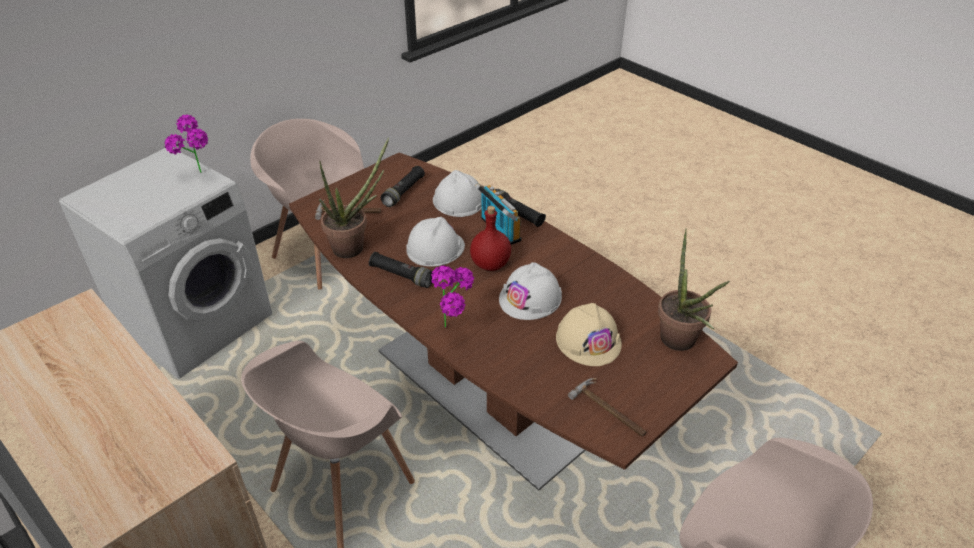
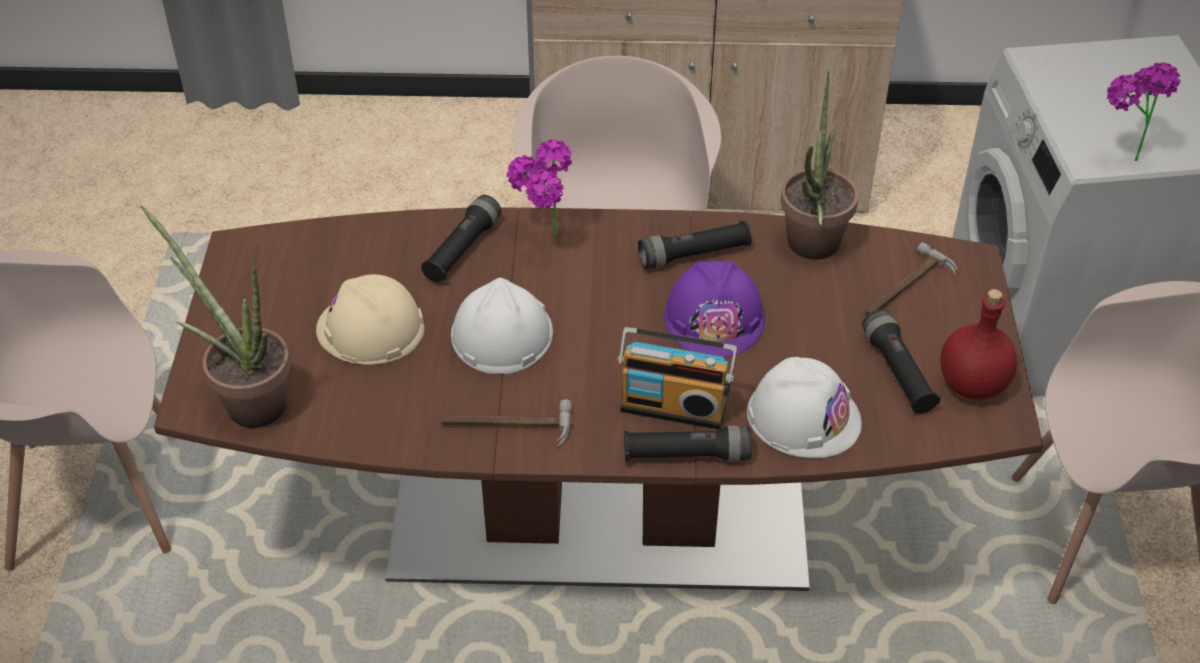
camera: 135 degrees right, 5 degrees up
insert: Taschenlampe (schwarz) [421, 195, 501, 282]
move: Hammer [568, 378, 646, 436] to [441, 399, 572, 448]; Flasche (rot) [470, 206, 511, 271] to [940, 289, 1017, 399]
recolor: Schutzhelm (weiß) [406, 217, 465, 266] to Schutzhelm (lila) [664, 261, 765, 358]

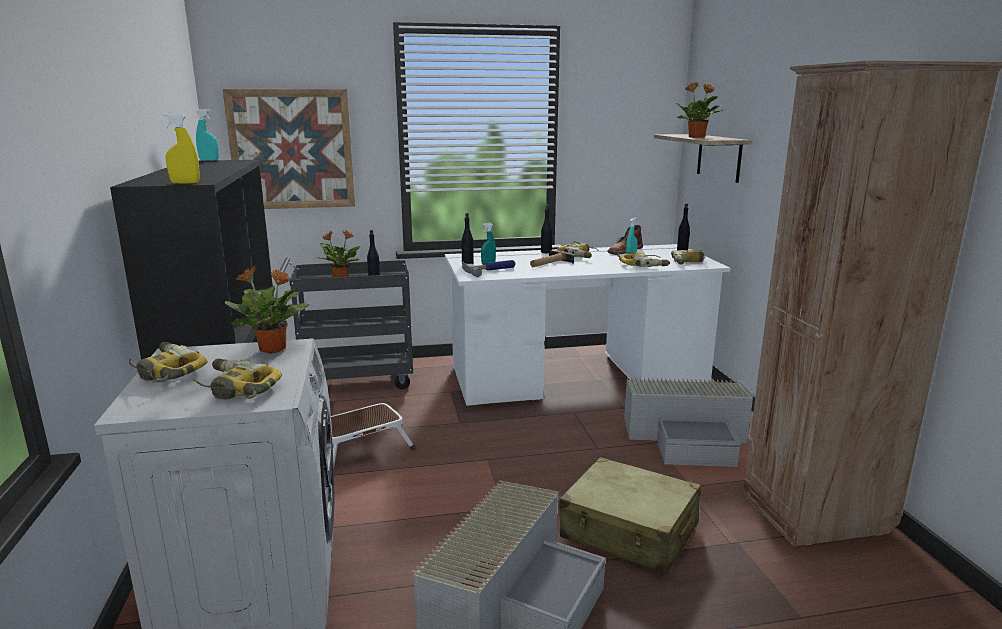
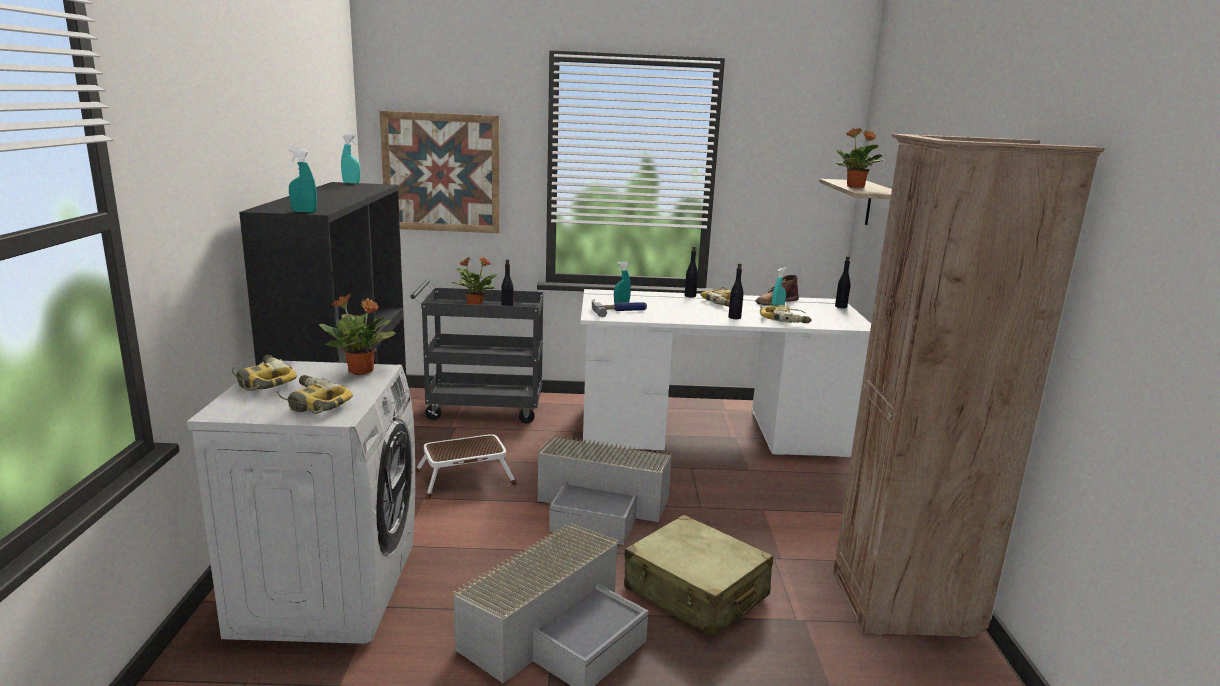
camera: 10 degrees right, 0 degrees up
delete: Hammer [530, 250, 574, 267]; Bohrmaschine [671, 249, 705, 265]
move: Aufbewahrungsbox (grau) [624, 377, 753, 467] to [538, 435, 672, 545]; Flasche (schwarz) [461, 213, 474, 264] to [728, 263, 743, 319]
recolor: Sprühflasche (gelb) [163, 113, 200, 184] to Sprühflasche (türkis) [289, 148, 317, 213]

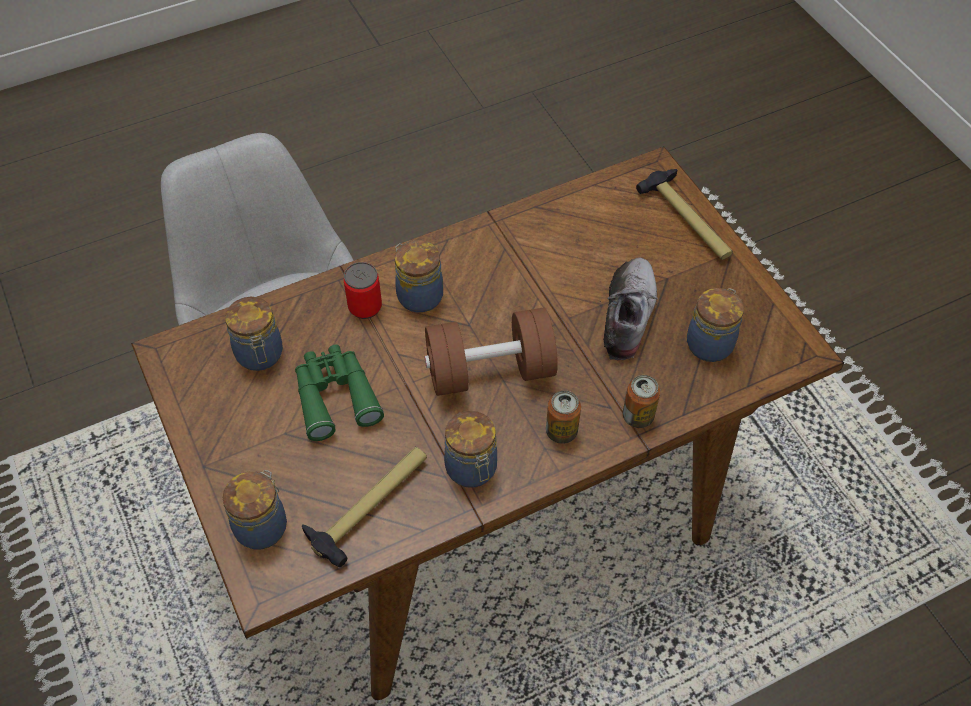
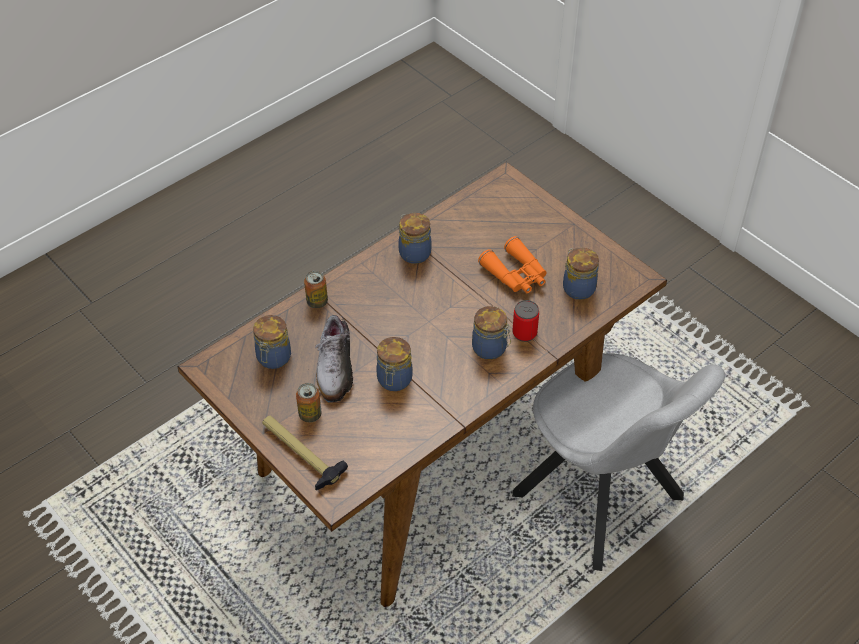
camera: 165 degrees right, 5 degrees down
delete: Hammer [302, 447, 427, 567]; Hantel (braun) [425, 308, 558, 396]
move: Dose [546, 390, 581, 444] to [296, 383, 322, 422]; Vorratsglas [223, 470, 287, 550] to [376, 337, 413, 391]
recolor: Fernglas (grün) [295, 345, 384, 441] to Fernglas (orange) [478, 236, 547, 293]

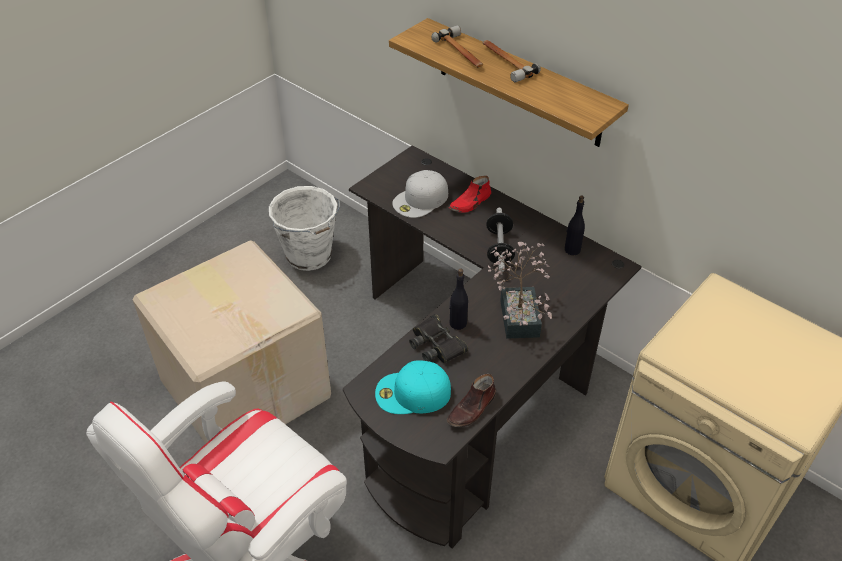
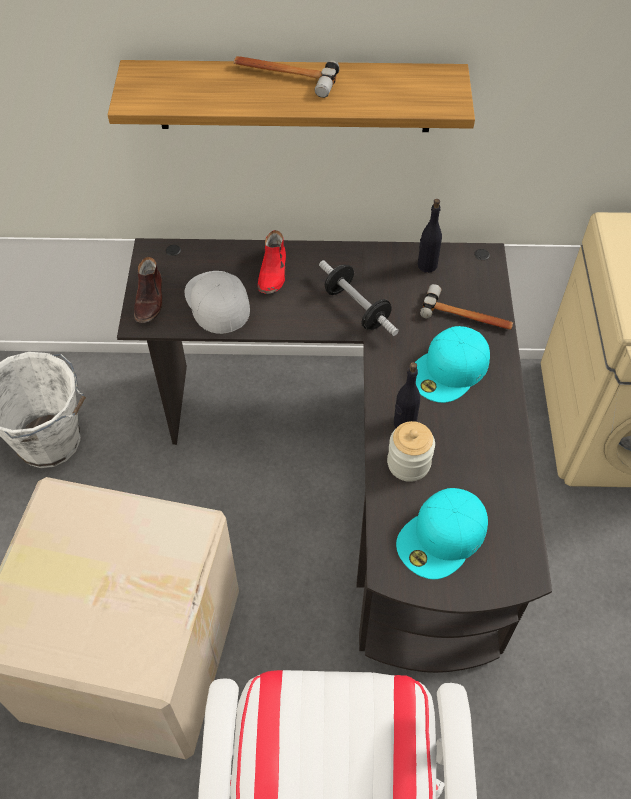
camera: 40 degrees left, 10 degrees up
move: Schuh (braun) [447, 374, 496, 427] to [134, 257, 162, 323]; Hammer [431, 26, 483, 67] to [420, 284, 513, 330]
replace: Fernglas (schwarz) [409, 314, 468, 363] to Vorratsglas [387, 421, 435, 482]; Topfpflanze [488, 242, 552, 339] to Kappe (türkis) [415, 326, 490, 403]
rotate: Kappe (weiß) [392, 170, 448, 218] = [185, 271, 250, 334] 150 degrees clockwise

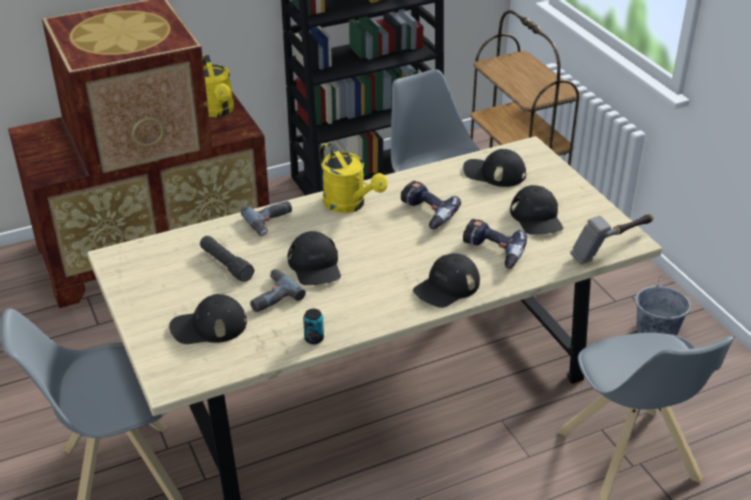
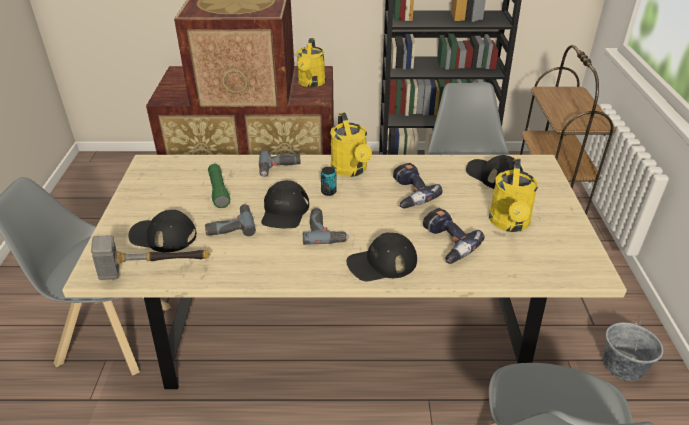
camera: 25 degrees right, 0 degrees up
insert: Bohrmaschine [303, 208, 349, 245]
move: Hammer [570, 214, 654, 264] to [91, 235, 210, 280]; Dose [303, 309, 324, 344] to [321, 167, 337, 196]
replace: Kappe (schwarz) [510, 185, 563, 234] to Gießkanne (gelb) [489, 158, 538, 232]
recolor: Taschenlampe (schwarz) [200, 236, 254, 282] to Taschenlampe (grün) [208, 164, 230, 208]

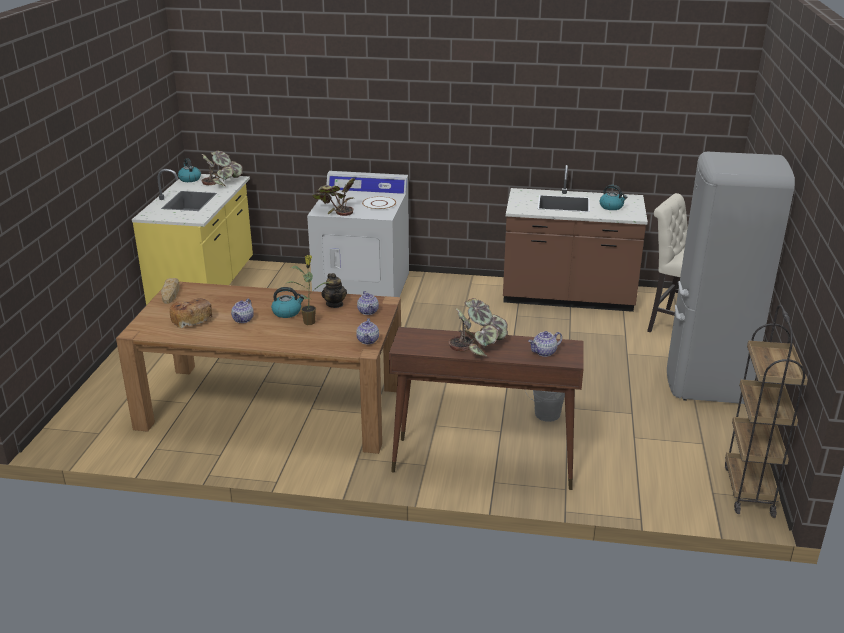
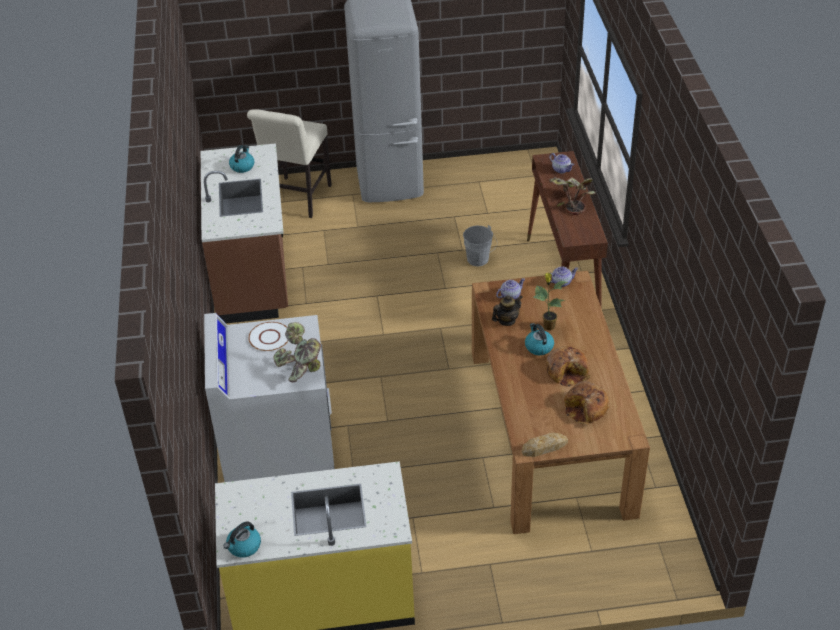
camera: 105 degrees left, 15 degrees up
delete: Topfpflanze [202, 151, 243, 187]; Rollwagen (braun) [725, 305, 808, 518]
replace: Teekanne [231, 299, 254, 323] to Brot [546, 346, 591, 387]

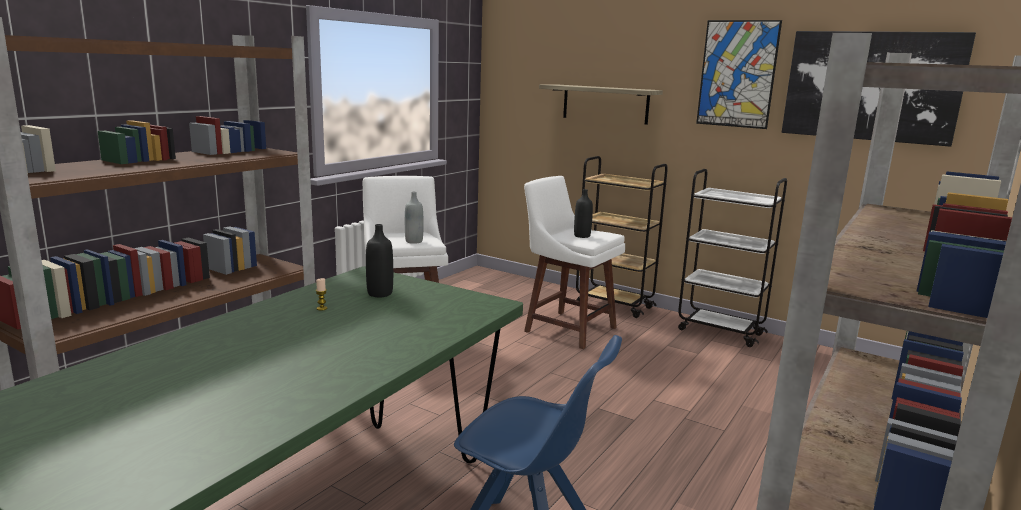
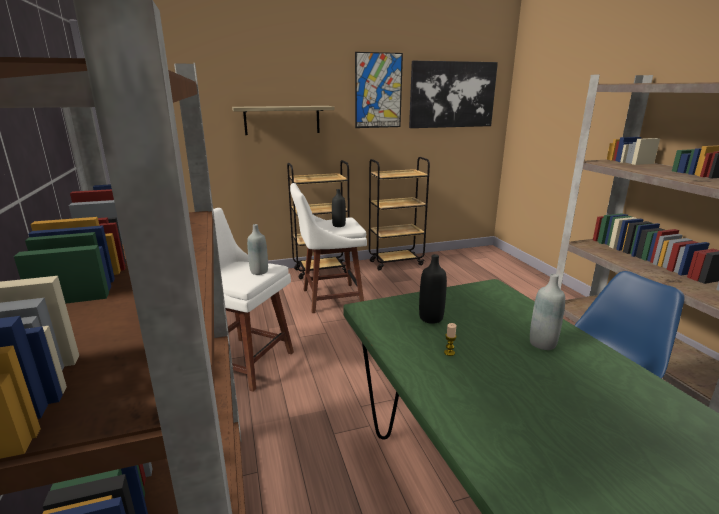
camera: 50 degrees left, 5 degrees up
insert: Flasche (grau) [530, 274, 565, 350]
recolor: Rollwagen (weiß) [678, 169, 787, 347] to Rollwagen (braun) [369, 157, 430, 271]

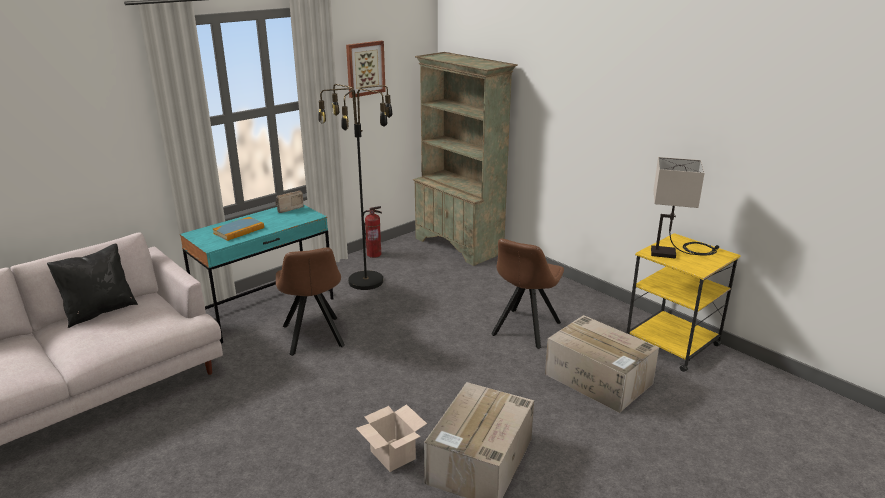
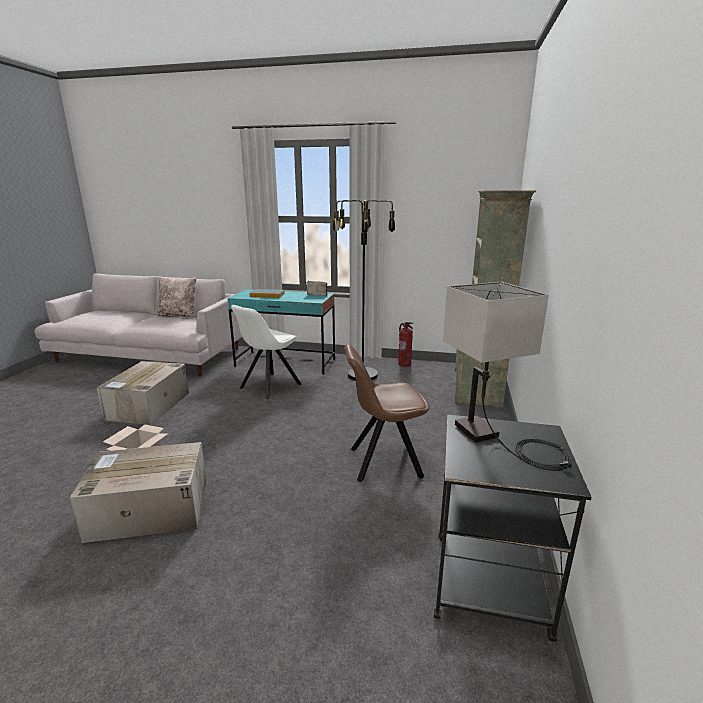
camera: 55 degrees right, 5 degrees down
delete: Bild [346, 41, 386, 98]
move: Karton [545, 315, 659, 413] to [97, 361, 189, 425]
recolor: Kissen (schwarz) [47, 243, 138, 328] to Kissen (beige) [157, 276, 196, 318]; Stuhl (braun) [276, 247, 345, 356] to Stuhl (weiß) [231, 305, 301, 399]; Rollwagen (gelb) [627, 233, 741, 372] to Rollwagen (schwarz) [434, 414, 592, 642]

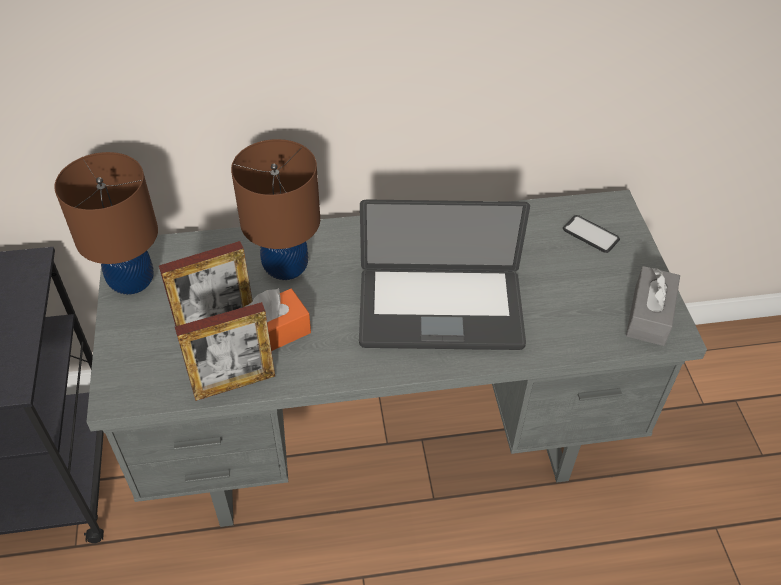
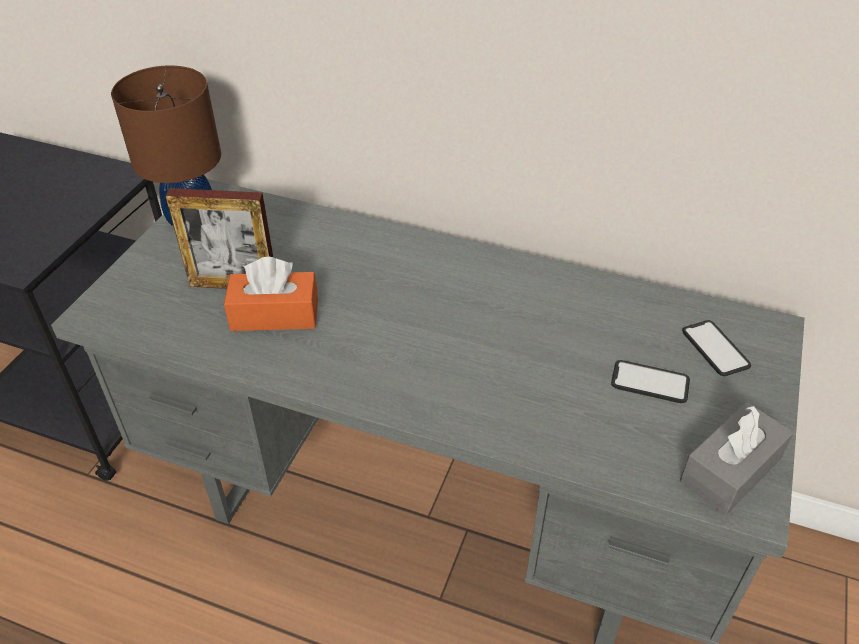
camera: 30 degrees right, 5 degrees down
delete: Bilderrahmen [175, 302, 275, 401]; Tischlampe (braun) [231, 139, 320, 280]; Laptop [359, 199, 530, 350]
insert: Handy [611, 360, 690, 403]

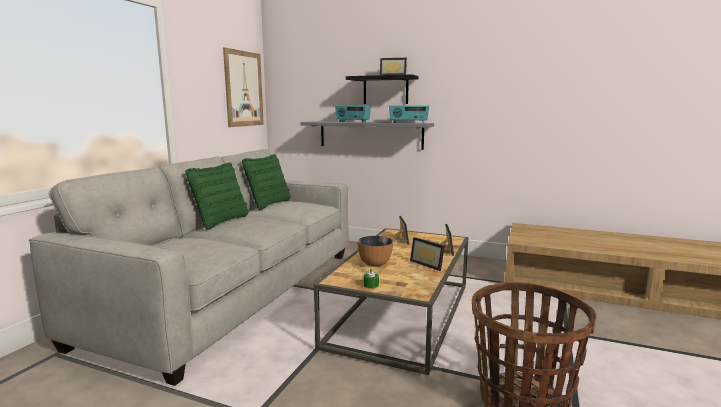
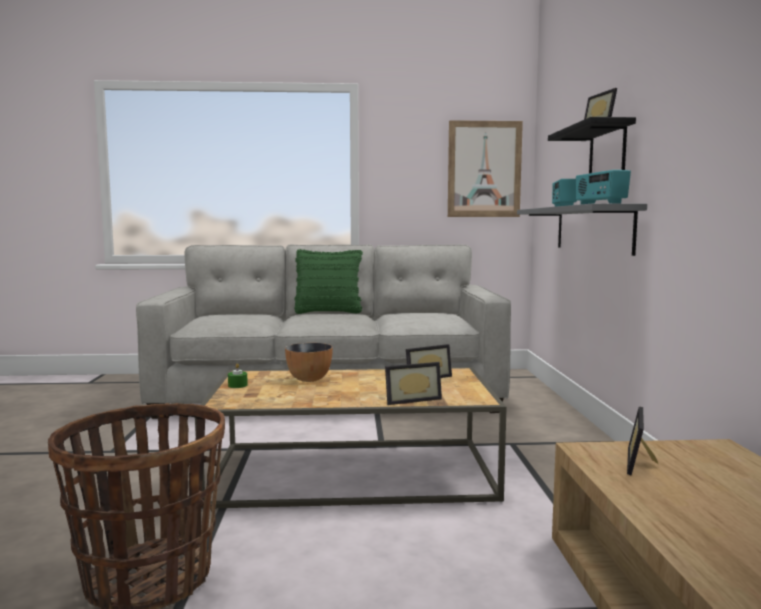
camera: 65 degrees right, 5 degrees down
delete: Kissen (grün) [242, 154, 291, 210]
move: Bilderrahmen [410, 237, 445, 271] to [627, 406, 658, 475]

